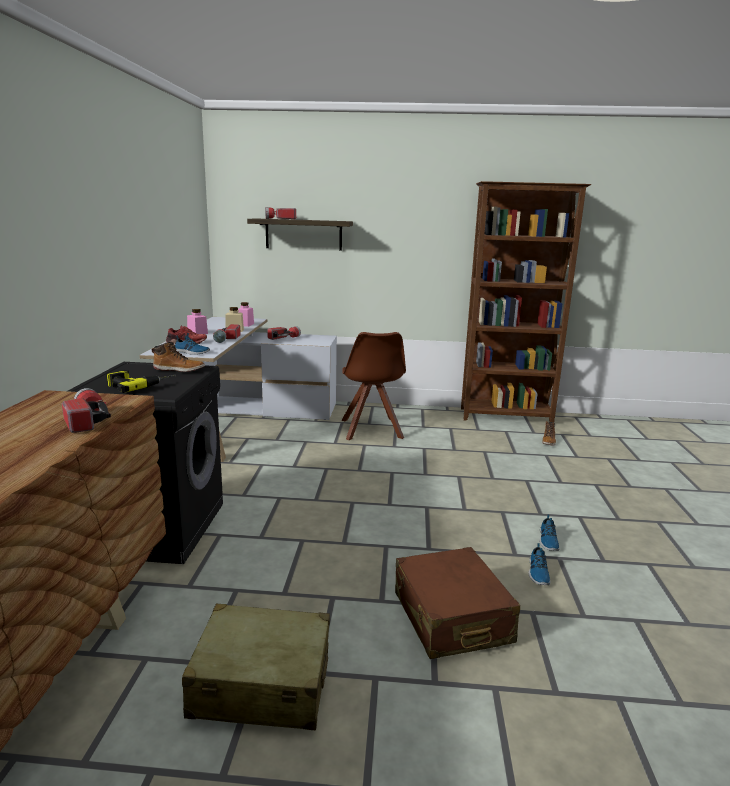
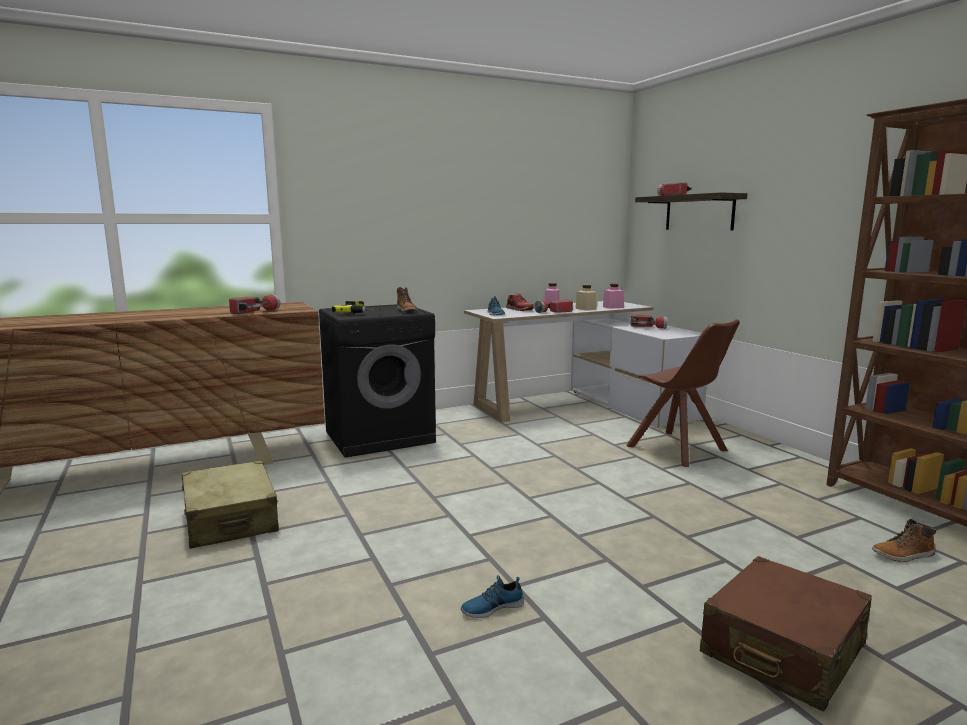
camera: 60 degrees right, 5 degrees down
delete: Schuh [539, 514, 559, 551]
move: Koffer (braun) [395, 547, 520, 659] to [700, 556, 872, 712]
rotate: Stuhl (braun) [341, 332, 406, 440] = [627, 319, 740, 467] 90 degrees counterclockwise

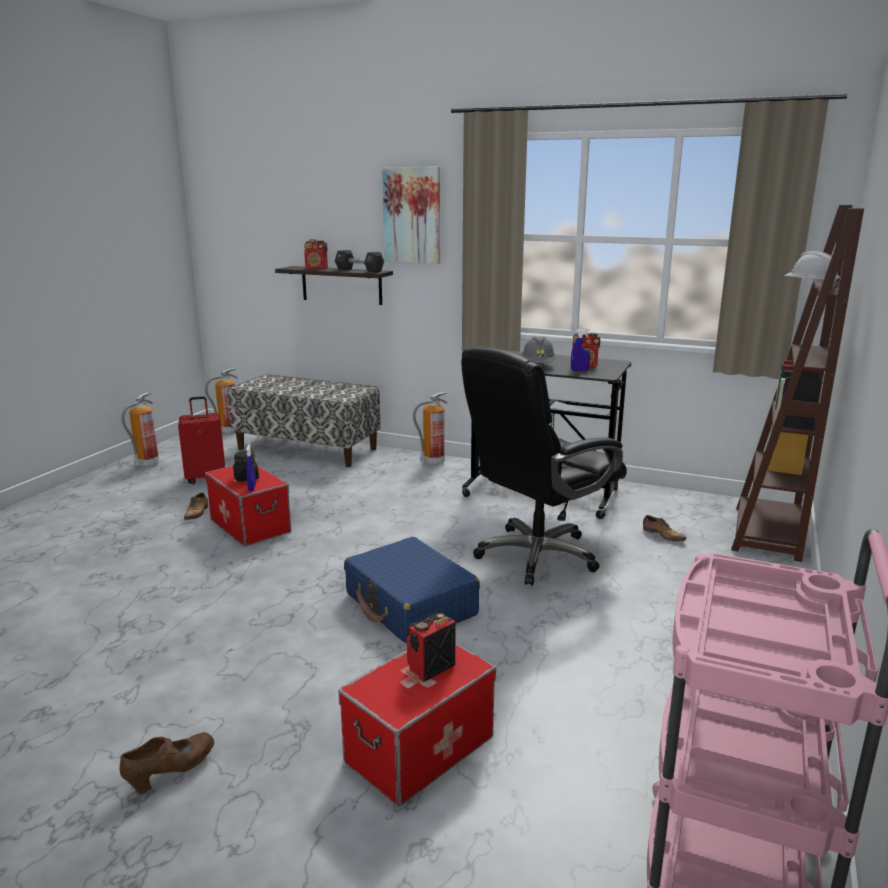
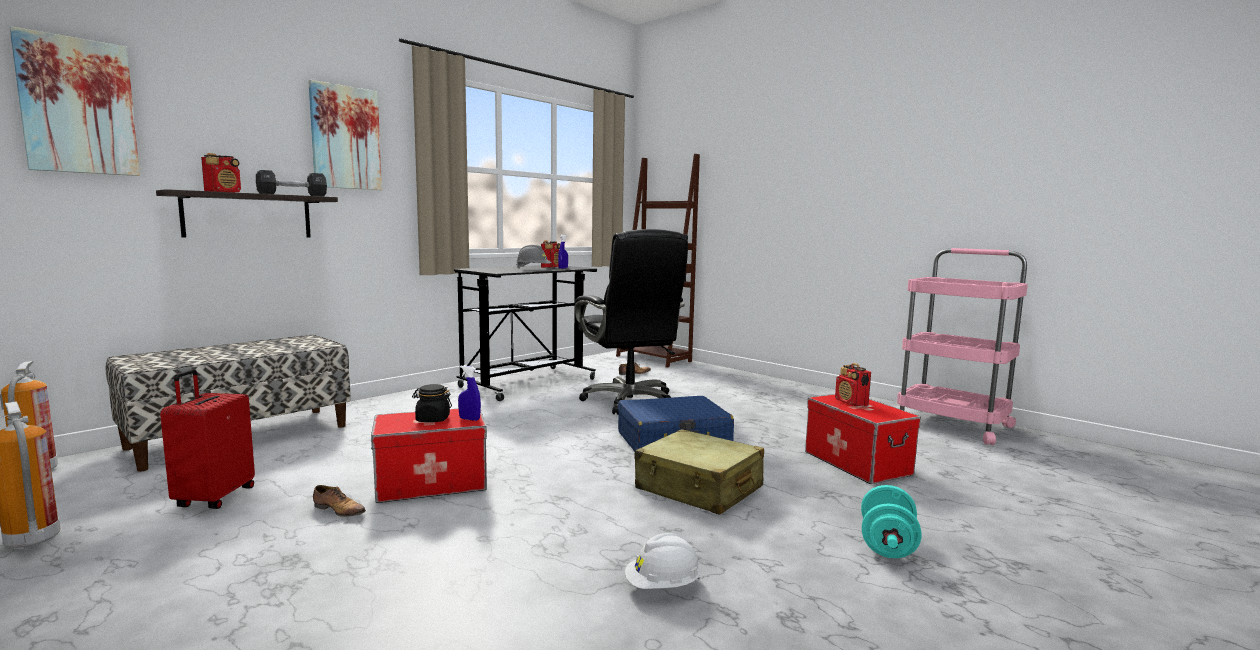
camera: 70 degrees left, 10 degrees down
delete: Feuerlöscher [413, 392, 447, 466]
insert: Bild [10, 26, 140, 176]; Koffer (beige) [635, 429, 764, 515]
move: Schutzhelm (weiß) [784, 251, 840, 290] to [625, 533, 702, 589]
replace: Schuh (braun) [120, 732, 214, 794] to Hantel (türkis) [861, 485, 922, 558]

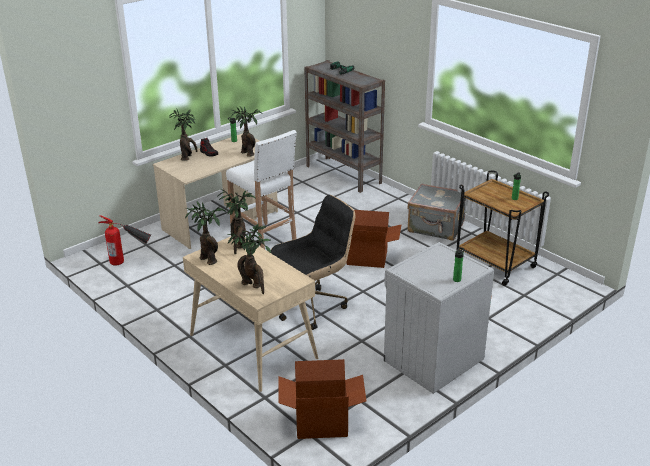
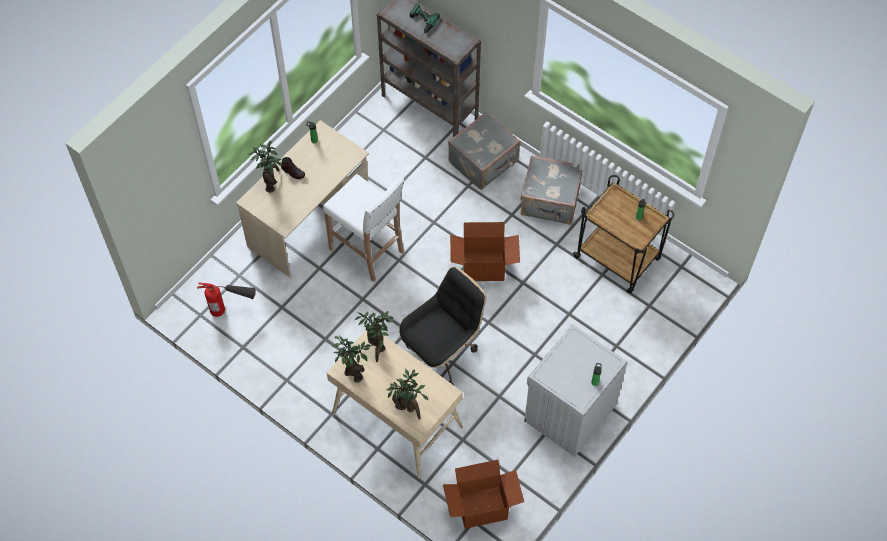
camera: 10 degrees left, 30 degrees up
delete: Topfpflanze [231, 106, 262, 157]
insert: Koffer (grau) [448, 112, 521, 190]

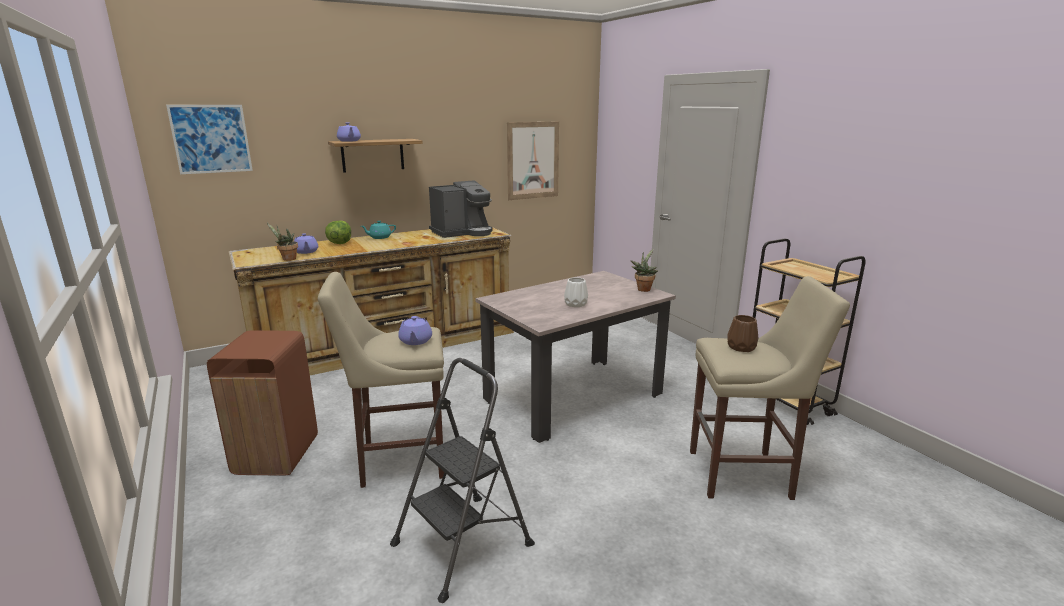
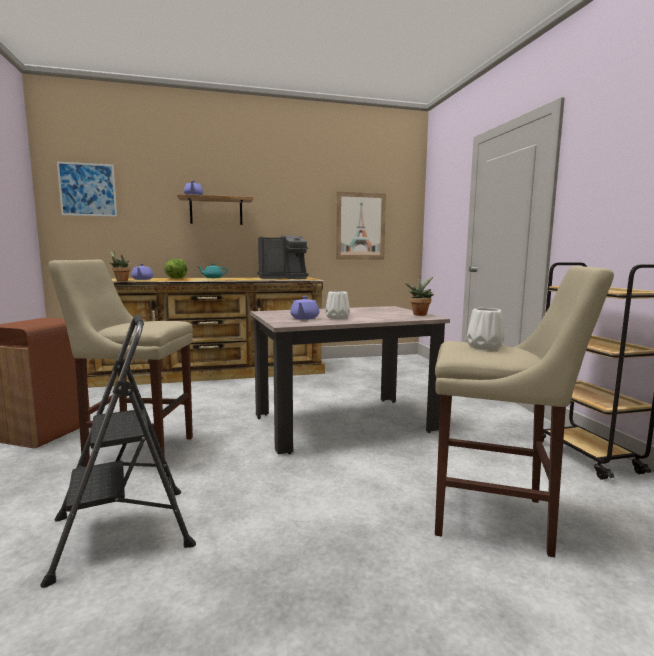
camera: 15 degrees right, 10 degrees down
move: Teekanne (lila) [398, 316, 432, 345] to [290, 296, 319, 320]
recolor: Vase (braun) [727, 315, 758, 352] to Vase (weiß) [466, 308, 504, 350]

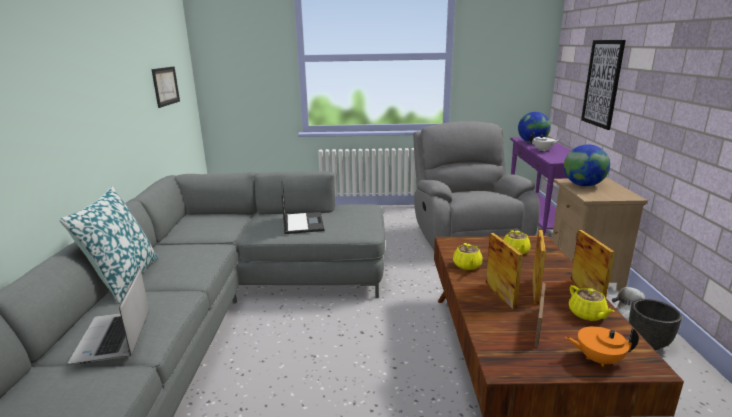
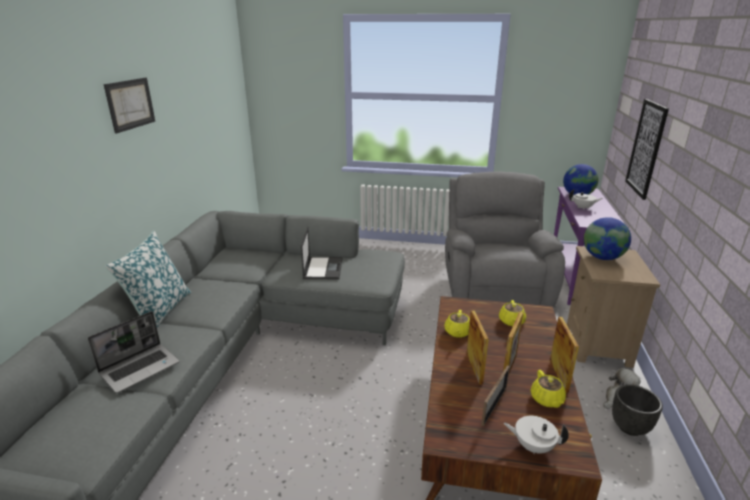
camera: 10 degrees right, 5 degrees up
move: Bild [151, 67, 180, 108] to [104, 78, 155, 133]
recolor: Teekanne (orange) [565, 326, 639, 367] to Teekanne (weiß) [504, 416, 569, 454]
rotate: Laptop [68, 268, 149, 365] = [88, 311, 180, 393] 135 degrees counterclockwise

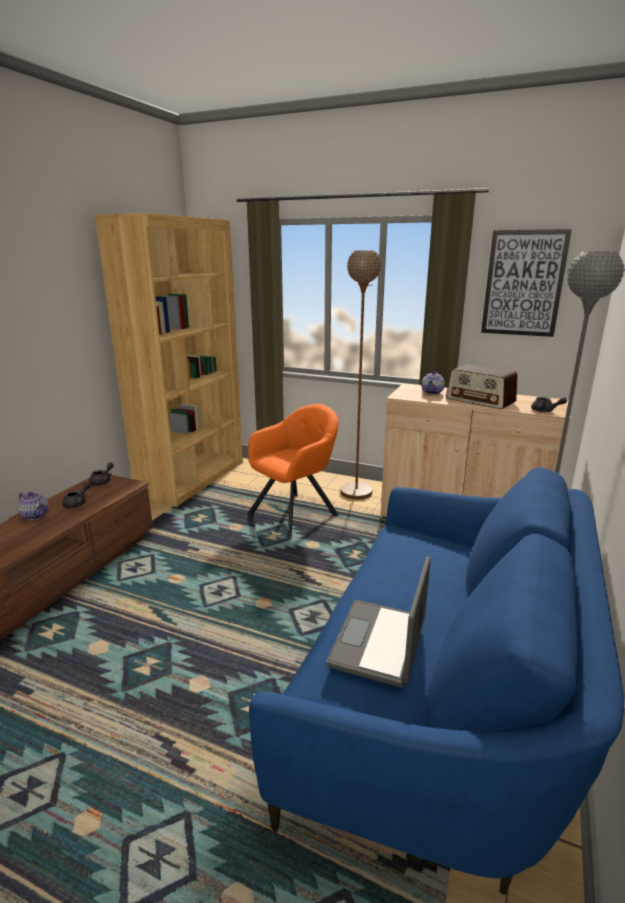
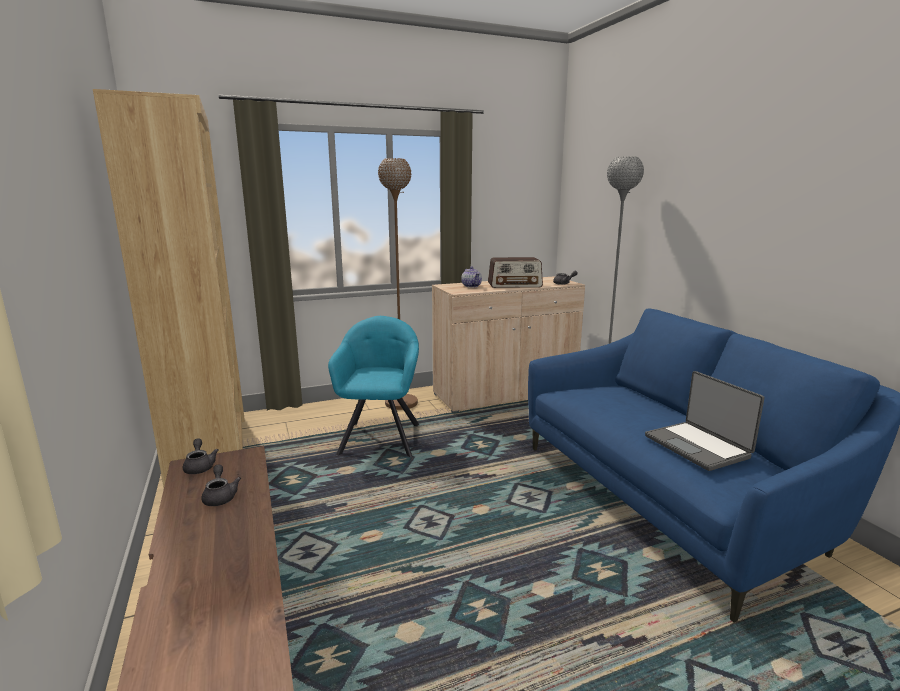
camera: 45 degrees left, 5 degrees down
delete: Teekanne [18, 492, 49, 520]; Bild [481, 229, 572, 337]
recolor: Sessel (orange) [248, 404, 339, 538] to Sessel (türkis) [328, 316, 419, 457]

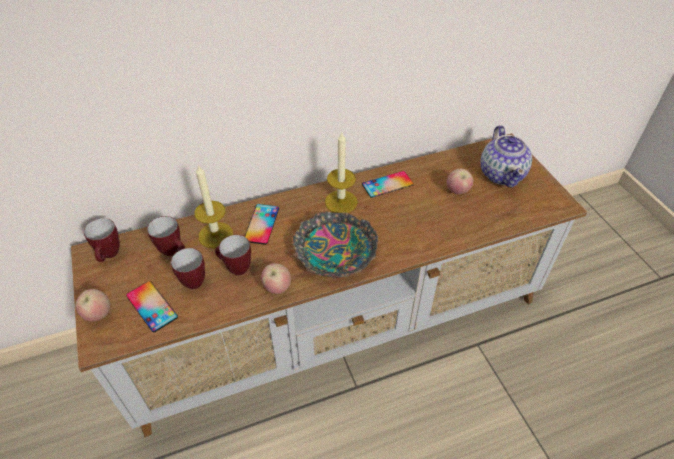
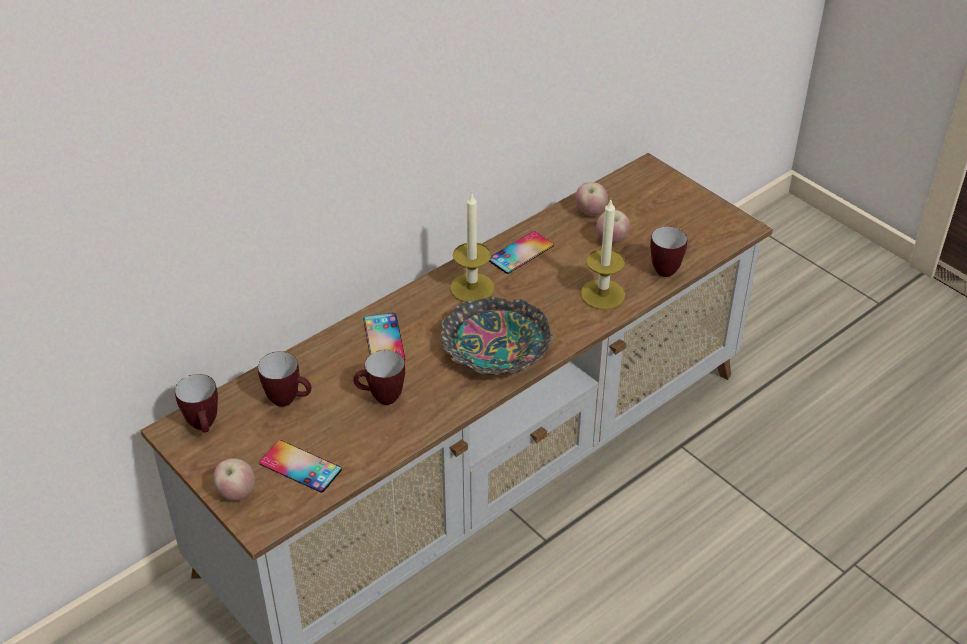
camera: 20 degrees left, 5 degrees down
delete: Teekanne [481, 125, 532, 188]
move: Apfel [261, 263, 291, 294] to [575, 182, 608, 216]; Kerze [195, 165, 233, 248] to [580, 200, 625, 310]; Henkelbecher [171, 248, 205, 289] to [650, 226, 687, 277]

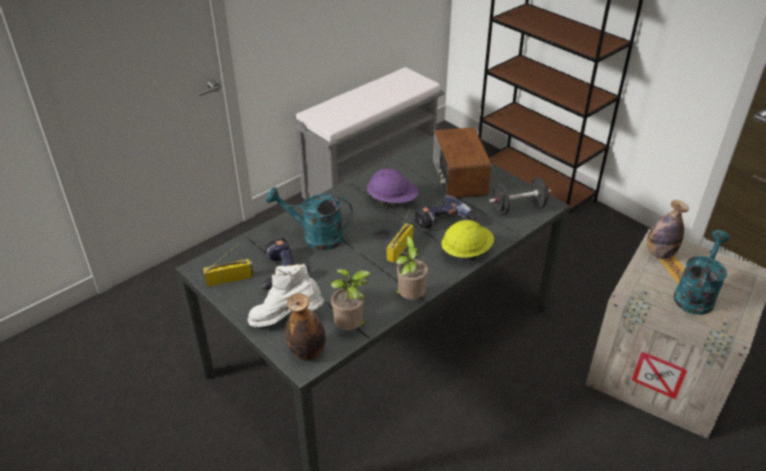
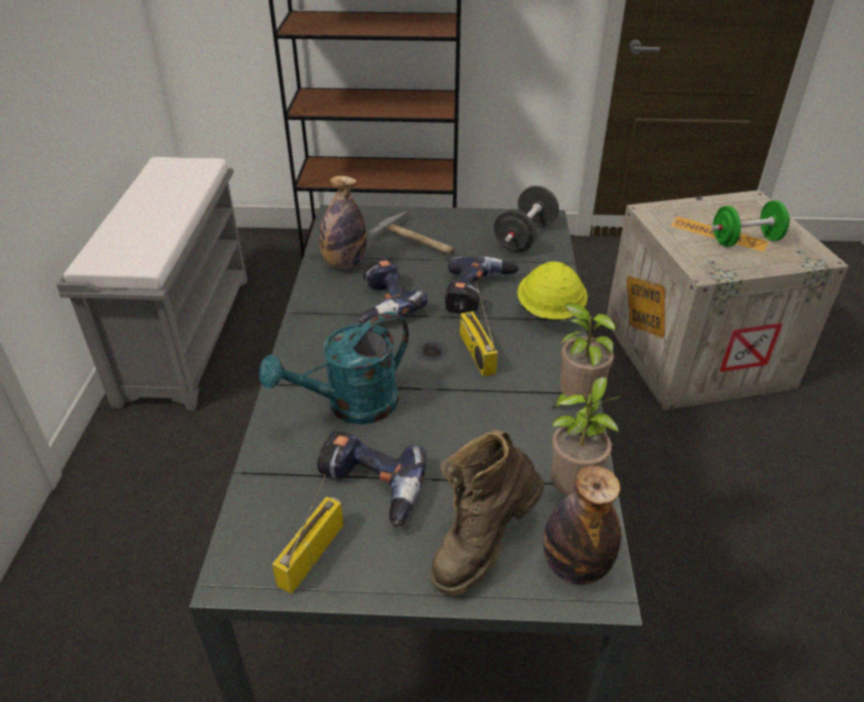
camera: 45 degrees left, 0 degrees up
move: Flasche [647, 200, 689, 259] to [319, 176, 367, 269]
replace: Schutzhelm (lila) [367, 169, 419, 206] to Bohrmaschine [359, 257, 428, 323]; Radio [433, 127, 491, 198] to Hammer [369, 212, 455, 254]; Gießkanne (türkis) [673, 230, 730, 315] to Hantel (grün) [711, 200, 790, 247]
recolor: Stiefel (weiß) [248, 264, 324, 327] to Stiefel (braun) [430, 430, 544, 596]

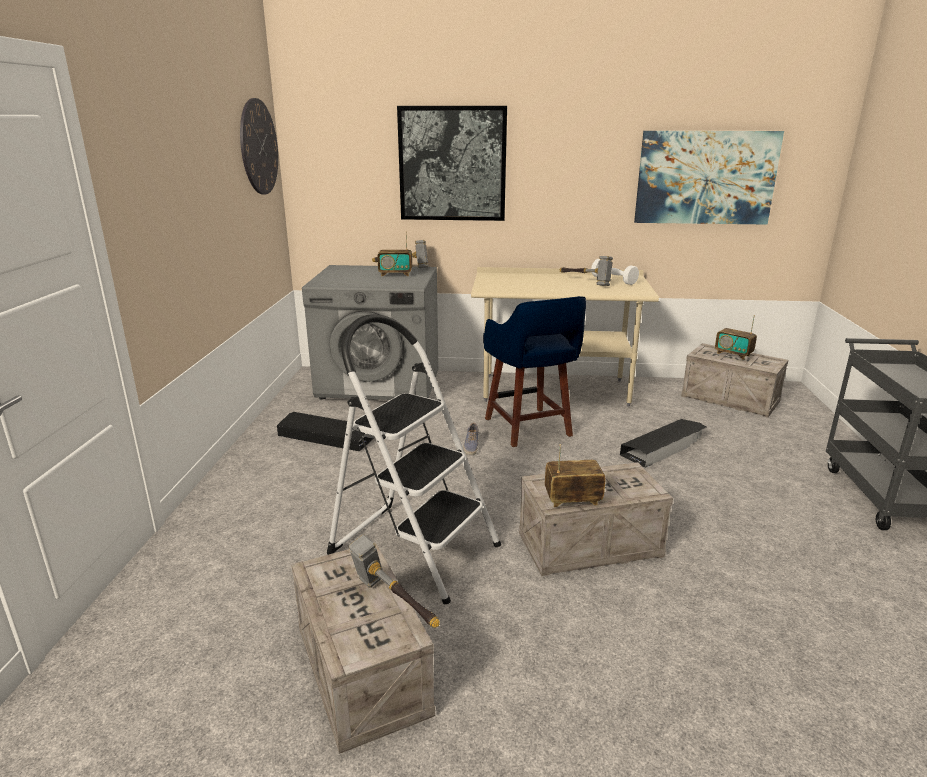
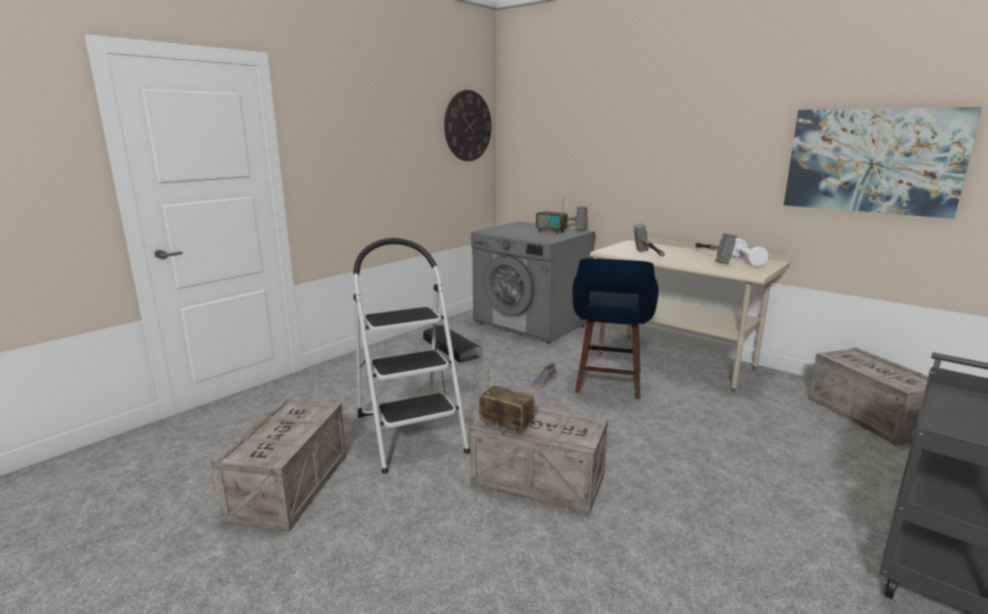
camera: 35 degrees right, 5 degrees down
delete: Bild [397, 106, 507, 221]; Aufbewahrungsbox (schwarz) [620, 419, 706, 468]; Radio [715, 315, 757, 360]
move: Hammer [349, 535, 440, 628] to [633, 223, 665, 257]

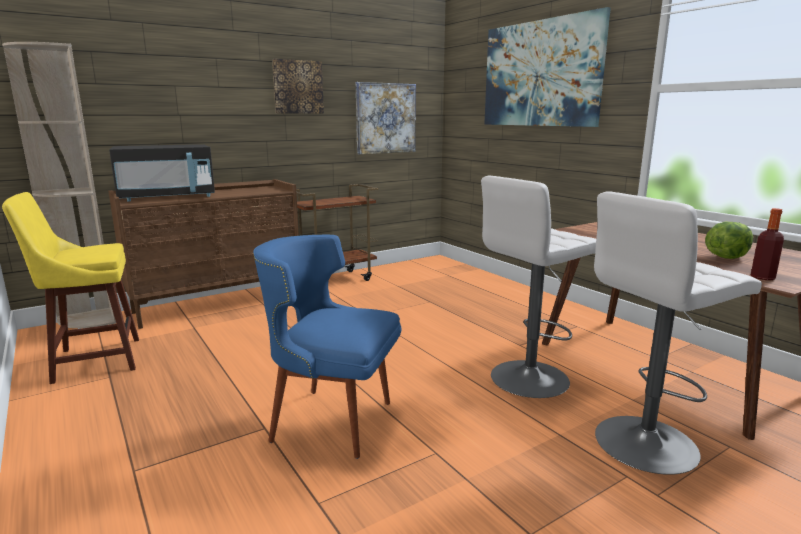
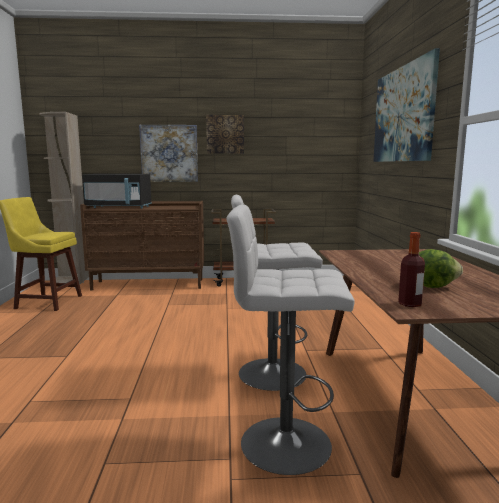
camera: 30 degrees right, 5 degrees down
delete: Stuhl (blau) [253, 235, 401, 459]
move: Bild [356, 82, 416, 154] to [139, 125, 198, 182]

